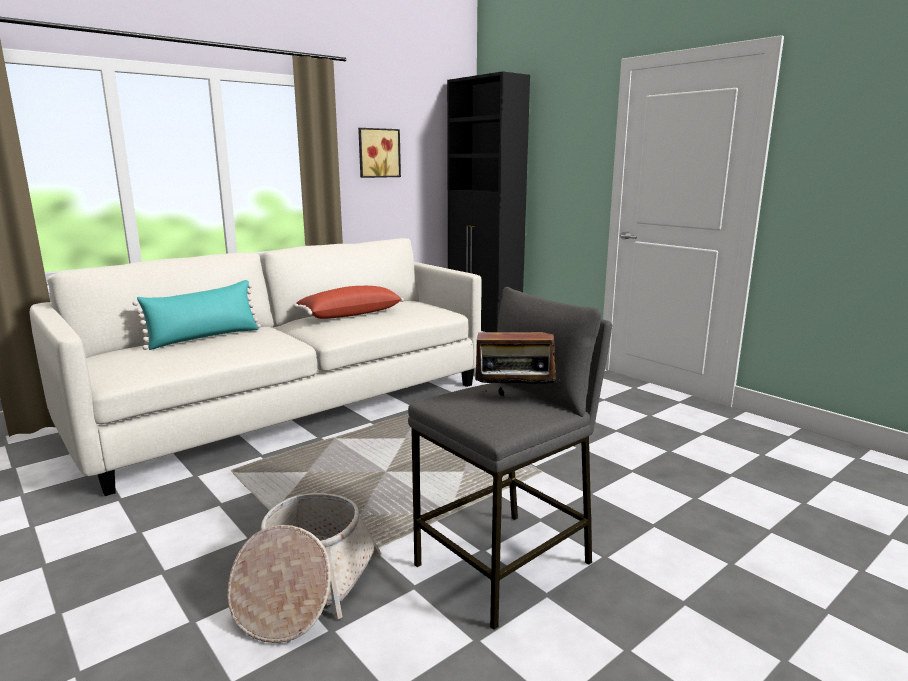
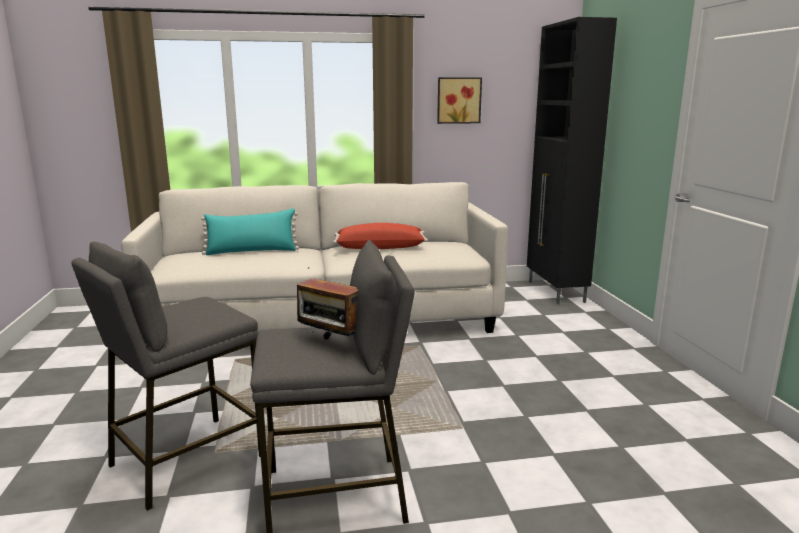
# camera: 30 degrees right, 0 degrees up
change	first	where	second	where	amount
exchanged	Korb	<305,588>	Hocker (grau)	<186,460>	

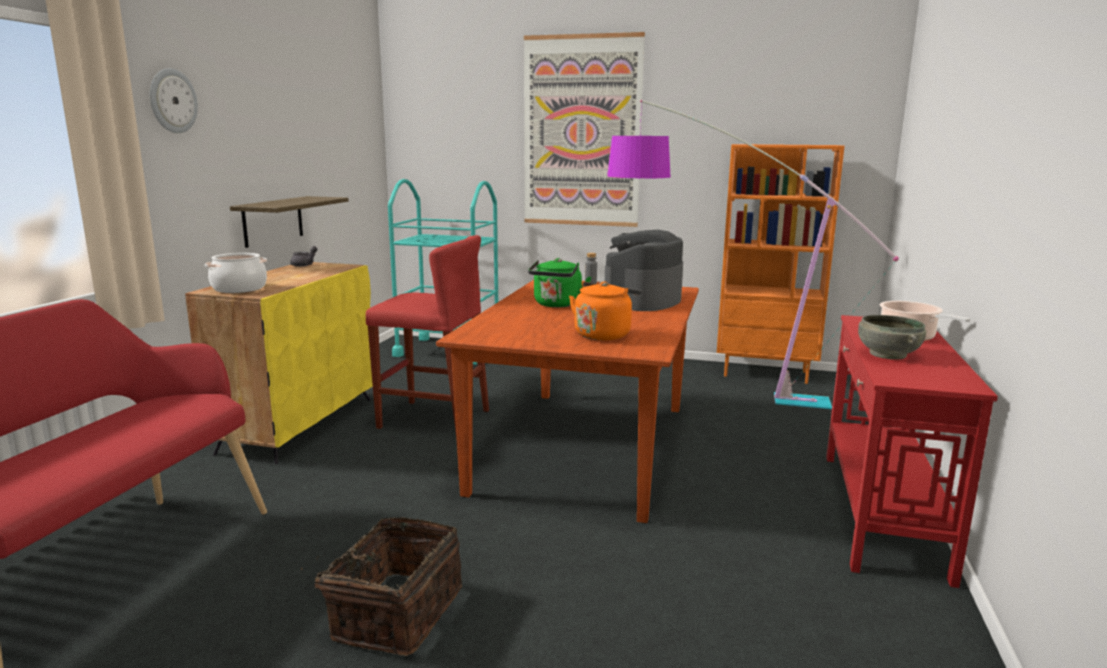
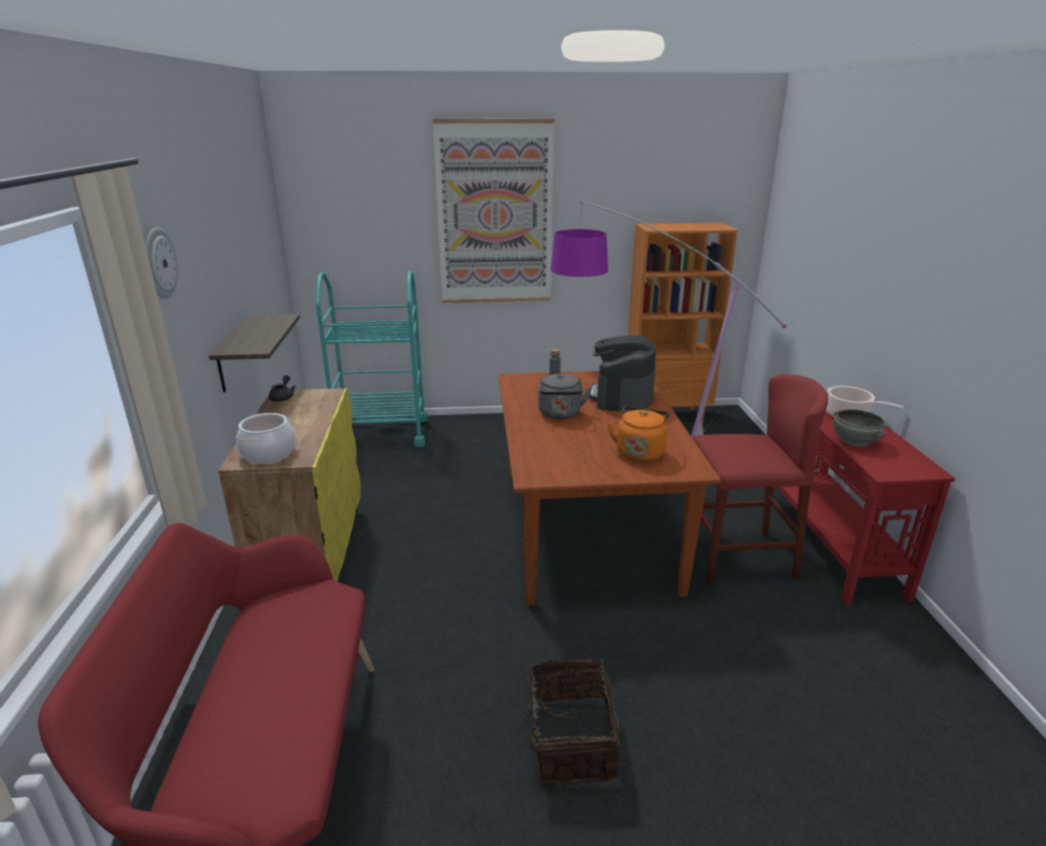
# camera: 20 degrees left, 10 degrees up
change	first	where	second	where	amount
relocated	Hocker (rot)	<433,419>		<738,557>	
colour	Wasserkessel (grün)	<557,305>	Wasserkessel (grau)	<560,414>	

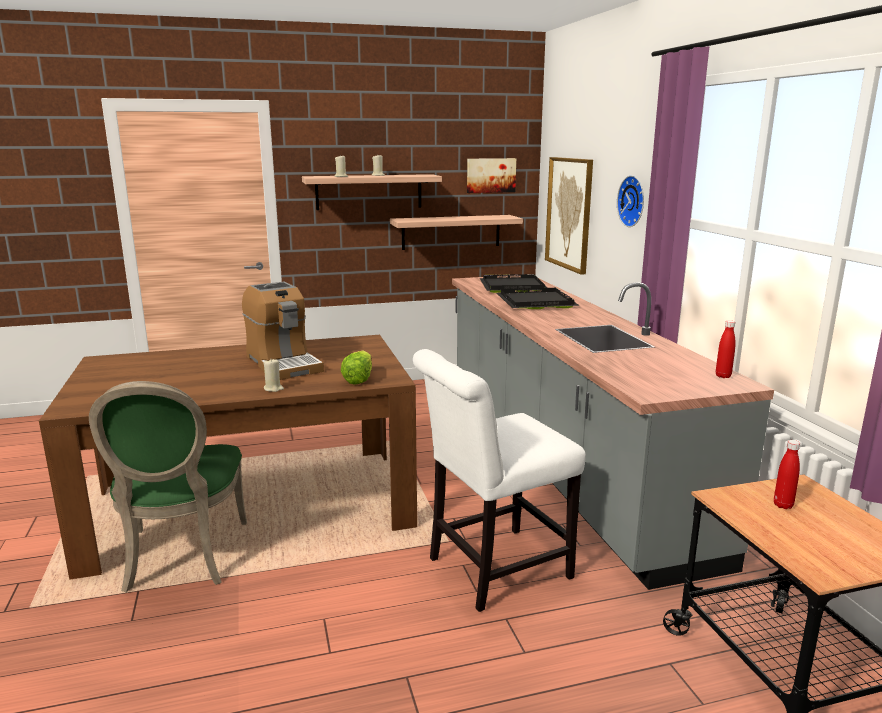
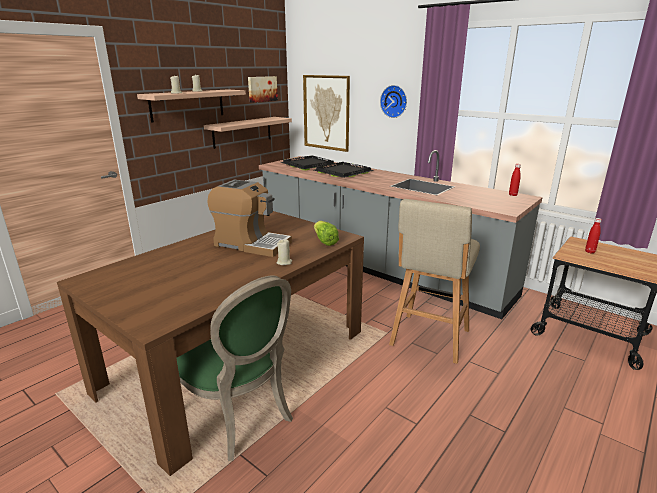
# camera: 35 degrees left, 5 degrees up
change	first	where	second	where	amount
exchanged	Stuhl (weiß)	<492,570>	Hocker (beige)	<429,339>	

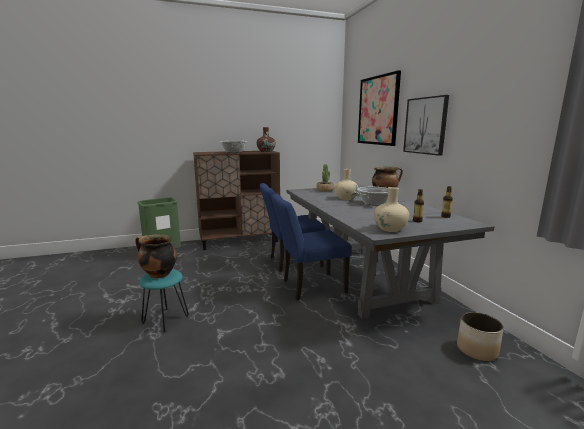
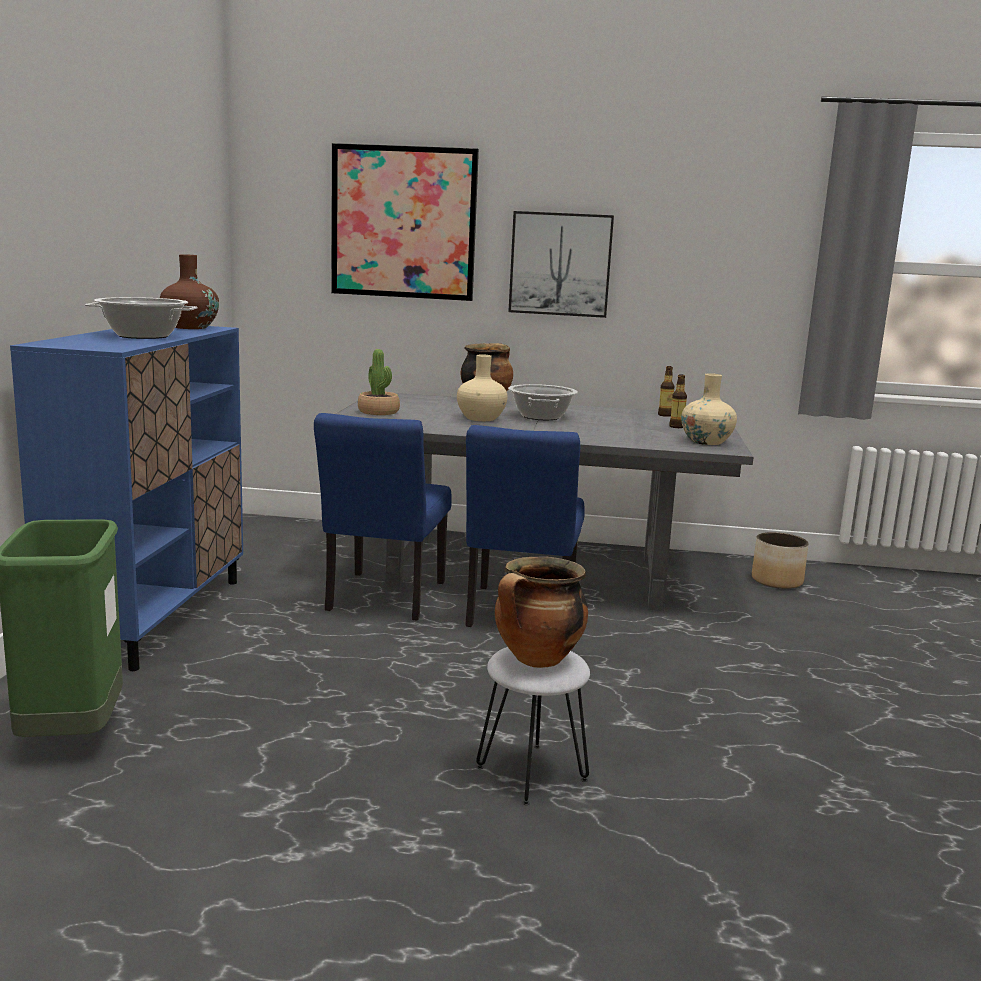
# camera: 65 degrees left, 0 degrees up
change	first	where	second	where	amount
colour	Hocker (türkis)	<166,319>	Hocker (weiß)	<531,773>	
colour	Schrank (braun)	<240,241>	Schrank (blau)	<152,617>	

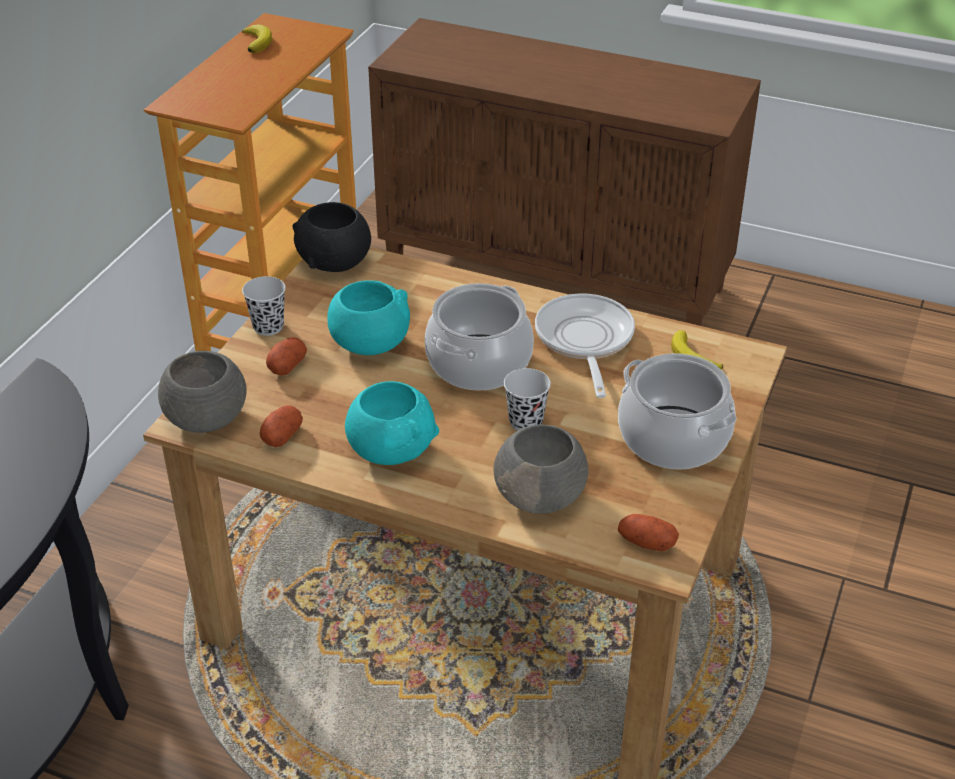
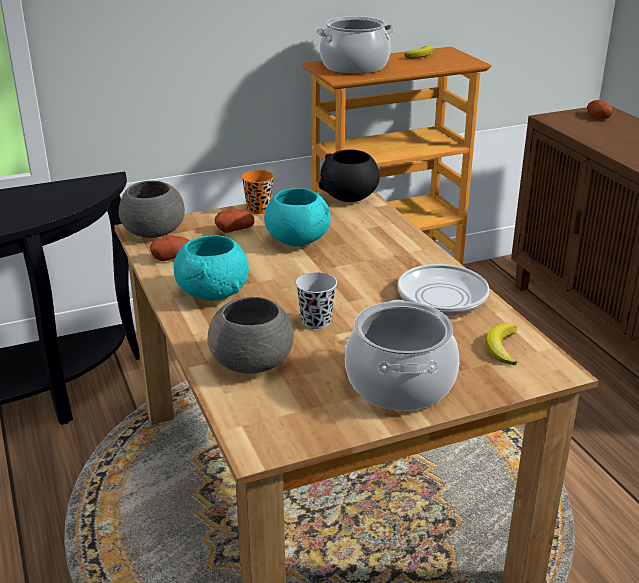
# camera: 45 degrees right, 10 degrees down
change	first	where	second	where	amount
relocated	Kochtopf	<478,363>		<354,66>	
relocated	Kartoffel	<646,542>		<598,117>	
colour	Tasse (schwarz)	<268,327>	Tasse (orange)	<258,209>	

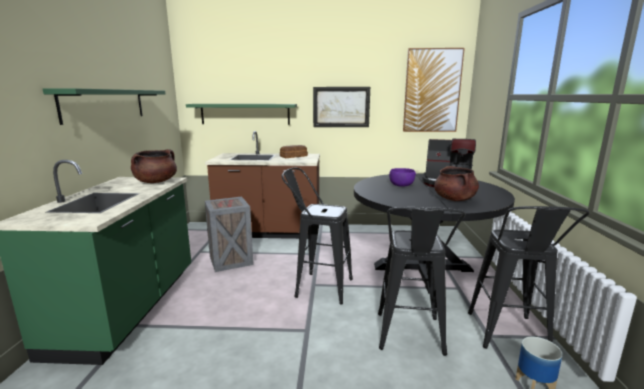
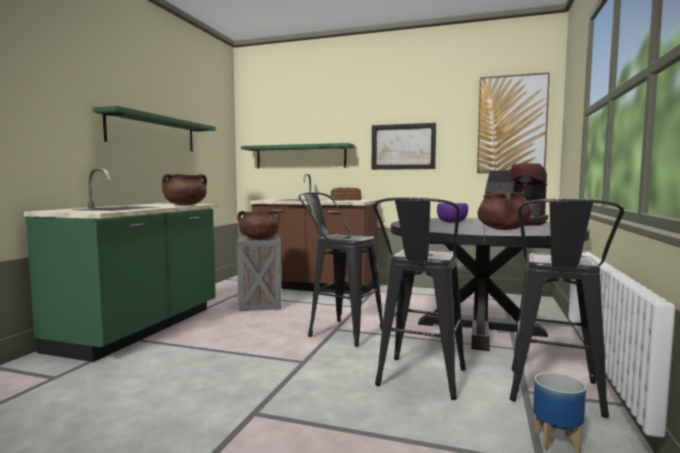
# camera: 15 degrees right, 10 degrees down
change	first	where	second	where	amount
appeared			Kochtopf (braun)	<259,238>	

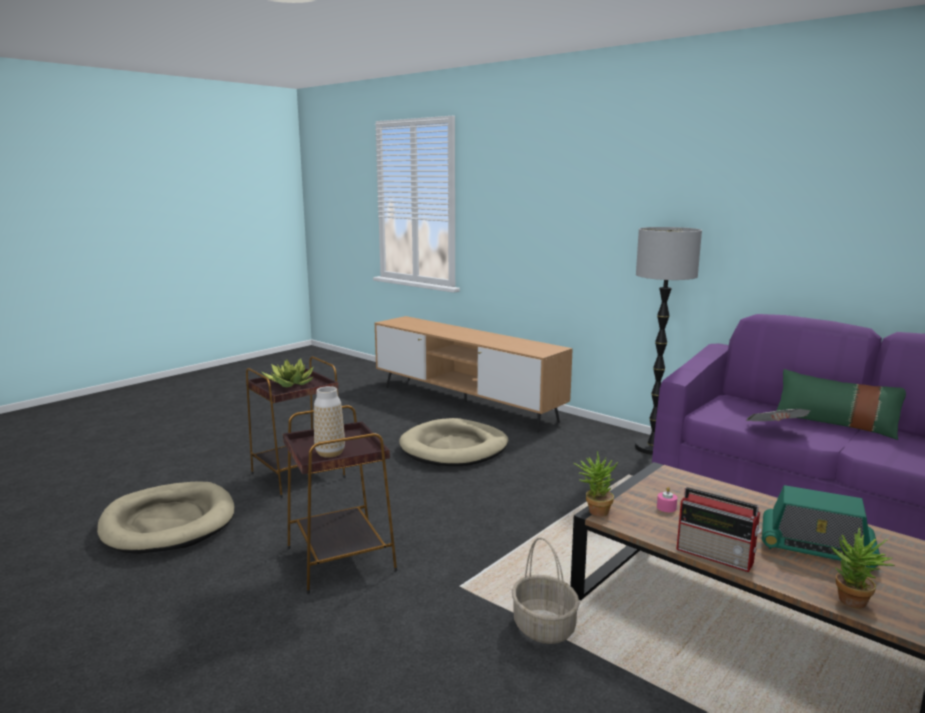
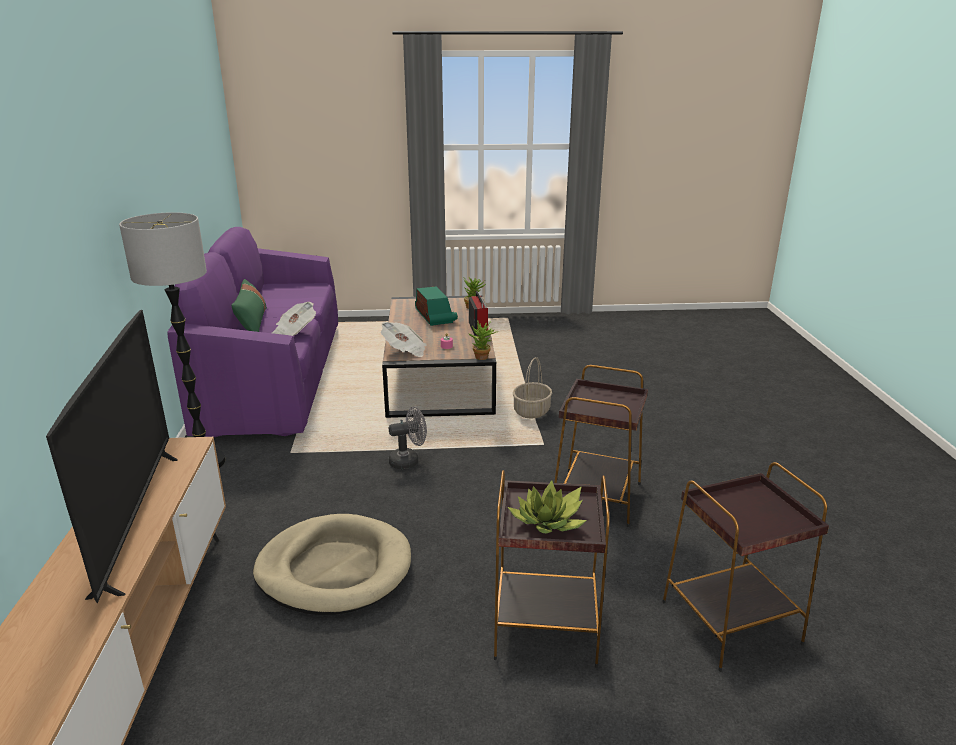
# camera: 135 degrees left, 10 degrees up
change	first	where	second	where	amount
missing	Vase	<330,453>			
appeared			Fernseher	<138,519>	
appeared			Zeitung	<405,350>	
appeared			Ventilator (grau)	<408,460>	
exchanged	Hundebett (beige)	<169,522>	Beistelltisch (braun)	<728,622>	

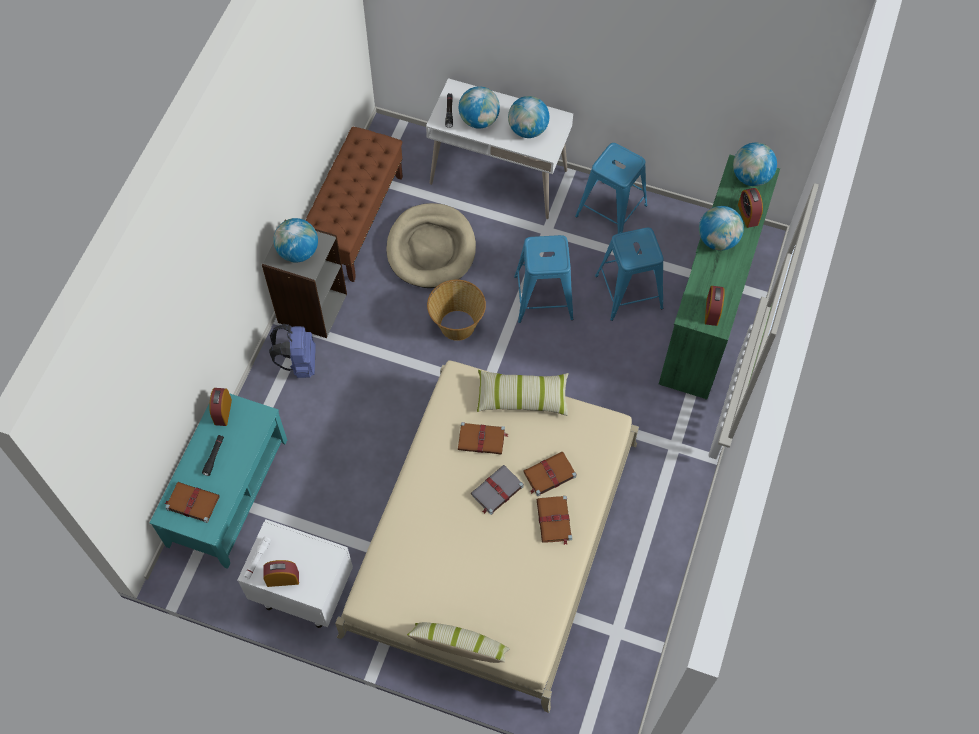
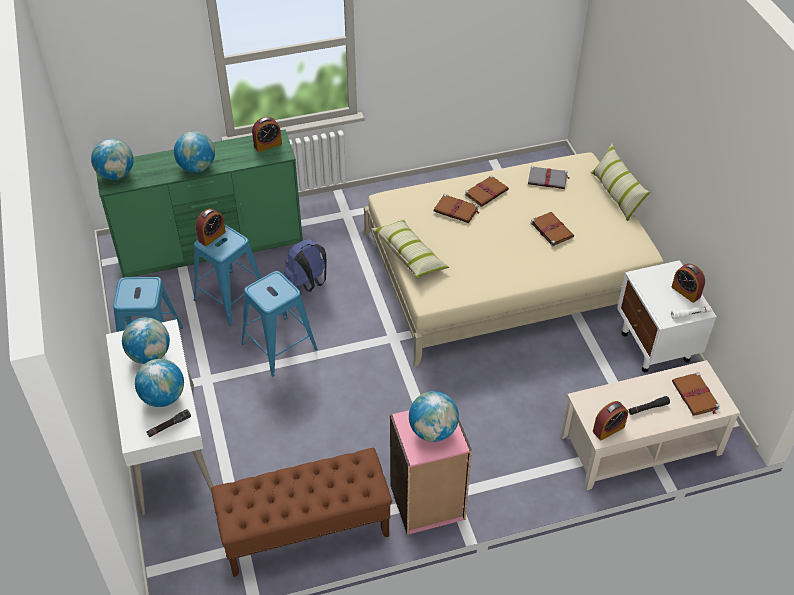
# camera: 125 degrees left, 15 degrees down
change	first	where	second	where	amount
missing	Hundebett (beige)	<431,248>			
missing	Korb	<457,324>			
relocated	Rucksack (blau)	<299,363>		<308,283>	
relocated	Buch (braun)	<482,439>		<551,229>	
relocated	Buch (grau)	<496,491>		<548,179>	
relocated	Wecker	<748,214>		<212,236>	
colour	Couchtisch (türkis)	<228,492>	Couchtisch (beige)	<640,445>	
colour	Bücherregal (grau)	<311,308>	Bücherregal (rosa)	<427,503>	

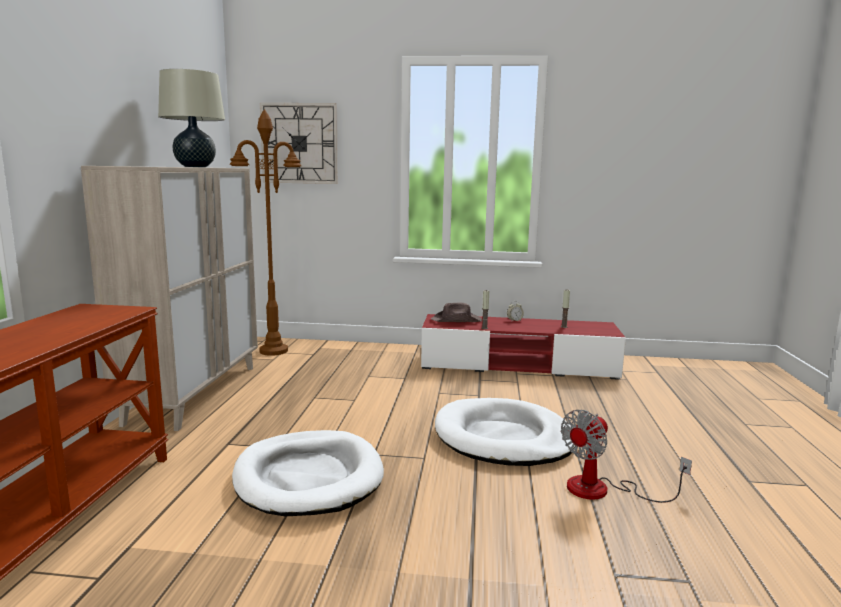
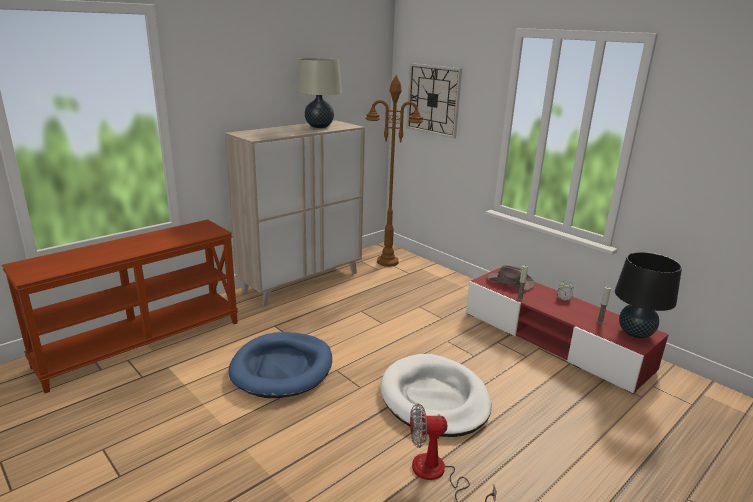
# camera: 40 degrees right, 10 degrees up
change	first	where	second	where	amount
appeared			Tischlampe (schwarz)	<635,333>	
colour	Hundebett (weiß)	<308,477>	Hundebett (blau)	<282,368>	

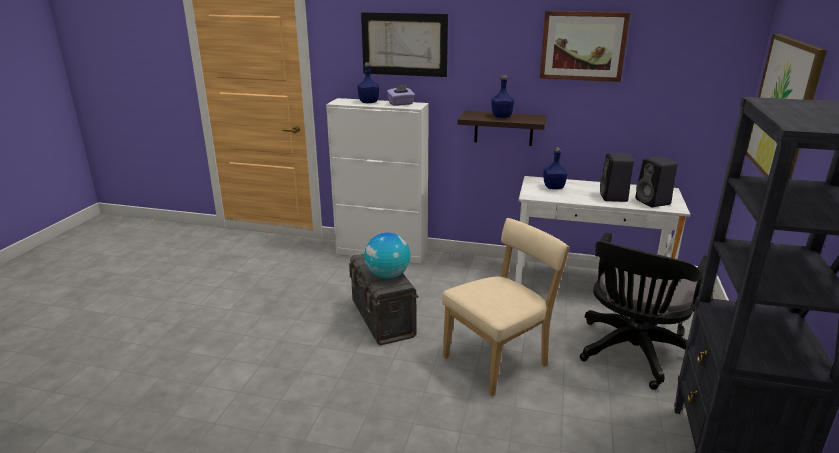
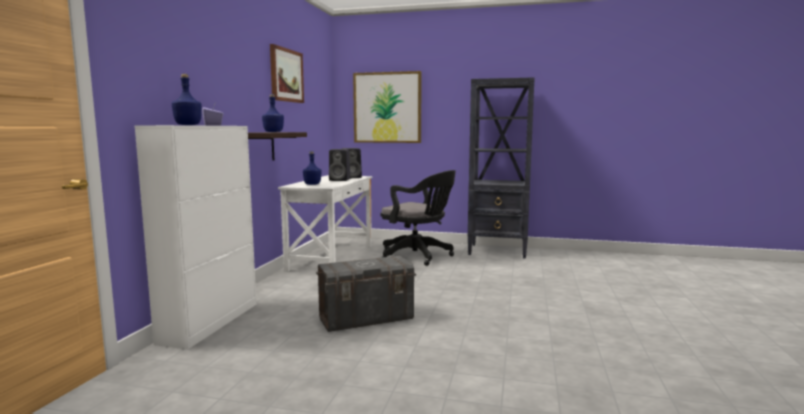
# camera: 90 degrees left, 15 degrees down
change	first	where	second	where	amount
missing	Bild	<404,44>			
missing	Globus	<388,275>			
missing	Stuhl (beige)	<499,360>			

